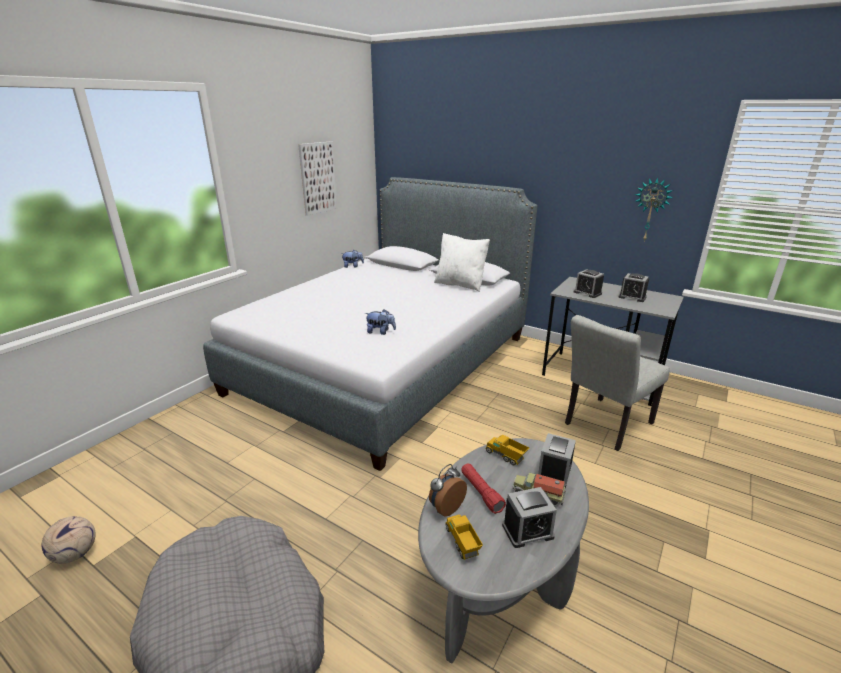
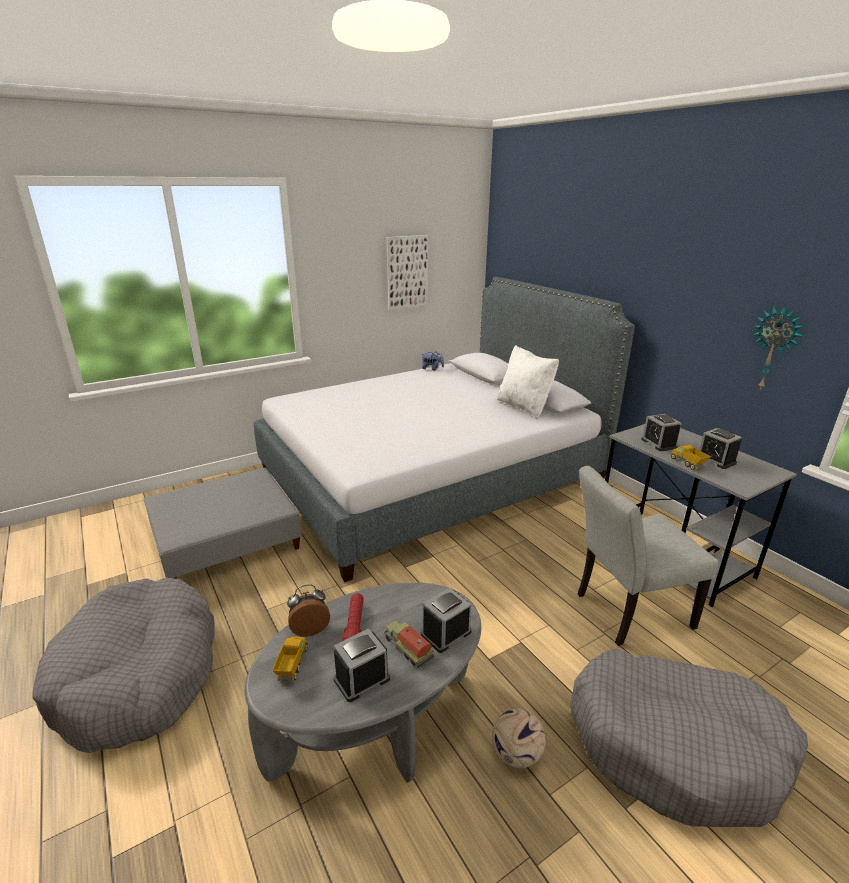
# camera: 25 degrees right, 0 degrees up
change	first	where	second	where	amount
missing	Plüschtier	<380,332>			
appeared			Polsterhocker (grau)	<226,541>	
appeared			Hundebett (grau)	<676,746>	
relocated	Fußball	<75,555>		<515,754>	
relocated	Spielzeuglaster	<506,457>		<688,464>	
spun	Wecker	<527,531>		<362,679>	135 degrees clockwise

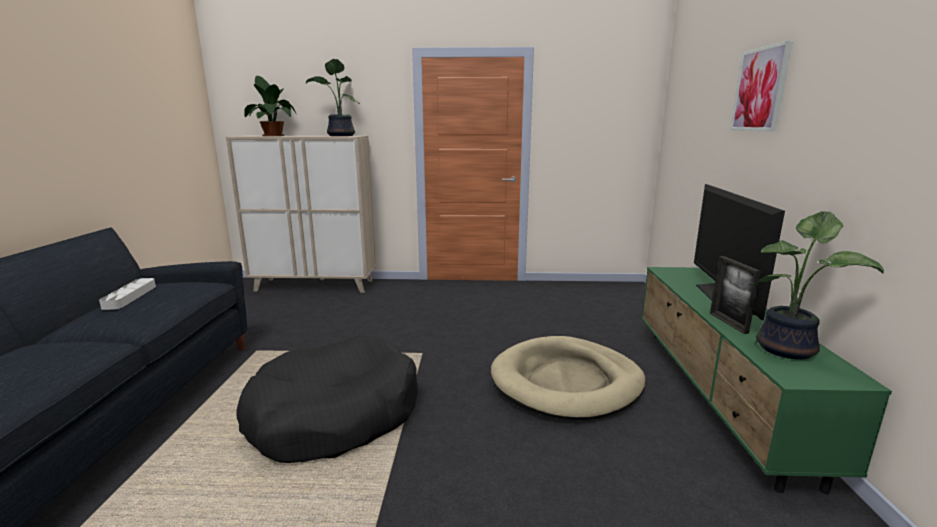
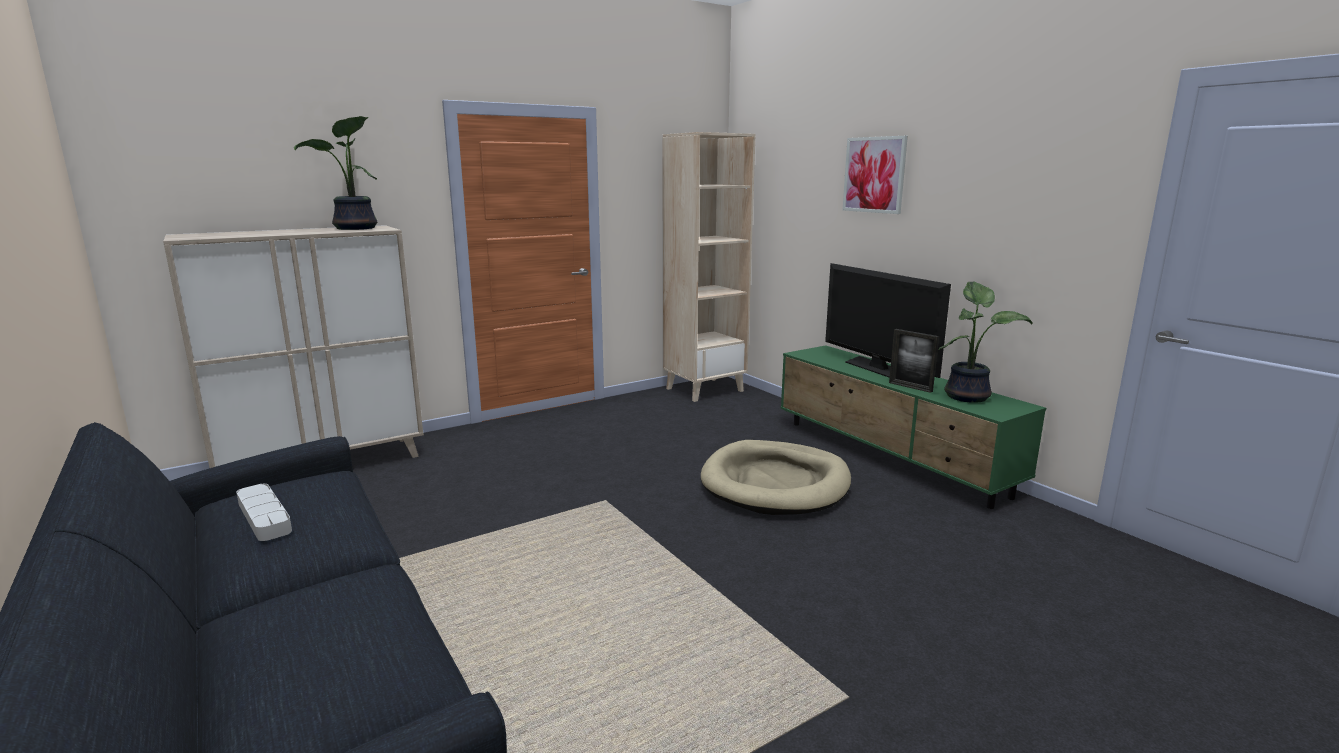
# camera: 35 degrees left, 0 degrees up
change	first	where	second	where	amount
missing	Hundebett (schwarz)	<334,415>			
missing	Topfpflanze	<273,135>			
appeared			Bücherregal (beige)	<704,389>	

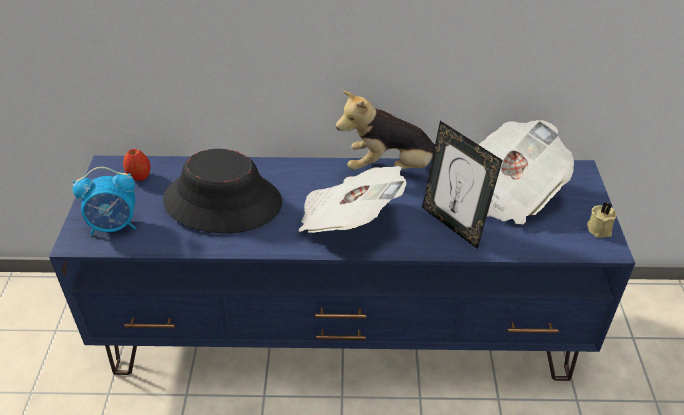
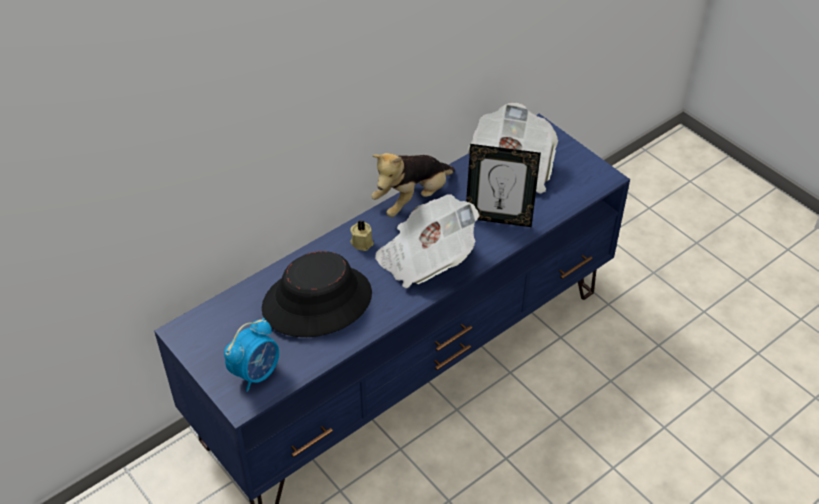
# camera: 40 degrees left, 5 degrees up
change	first	where	second	where	amount
missing	Apfel	<139,177>			
relocated	Kerze (beige)	<600,228>		<362,242>	

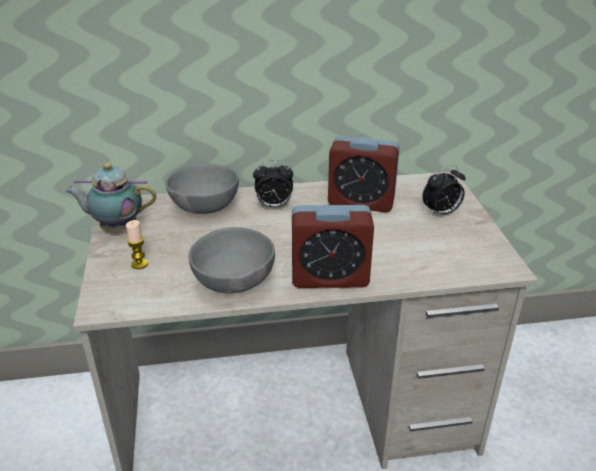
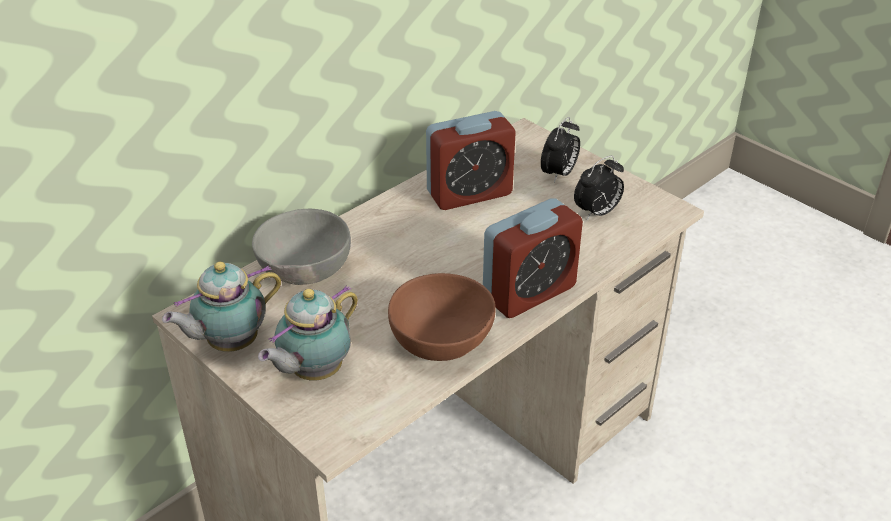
# camera: 35 degrees left, 5 degrees up
change	first	where	second	where	amount
relocated	Wecker	<273,206>		<597,213>	
exchanged	Kerze	<139,264>	Teekanne	<313,372>	
colour	Schüssel (grau)	<234,283>	Schüssel (braun)	<443,344>	

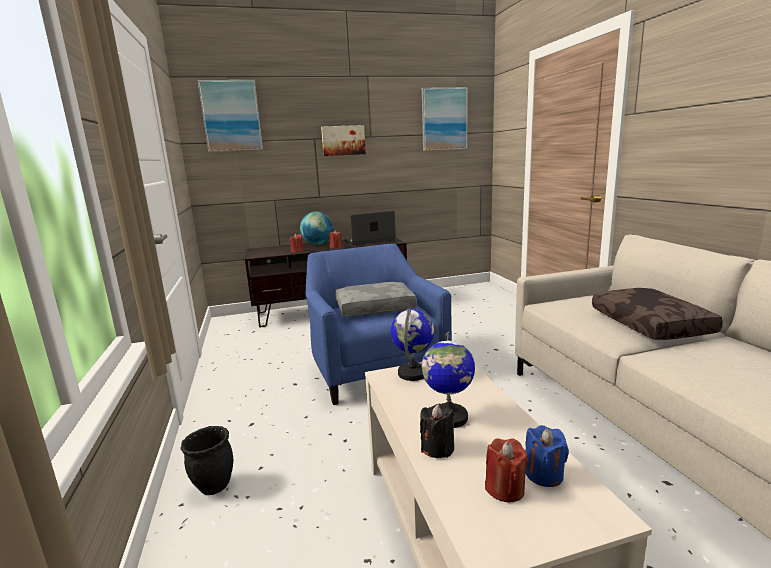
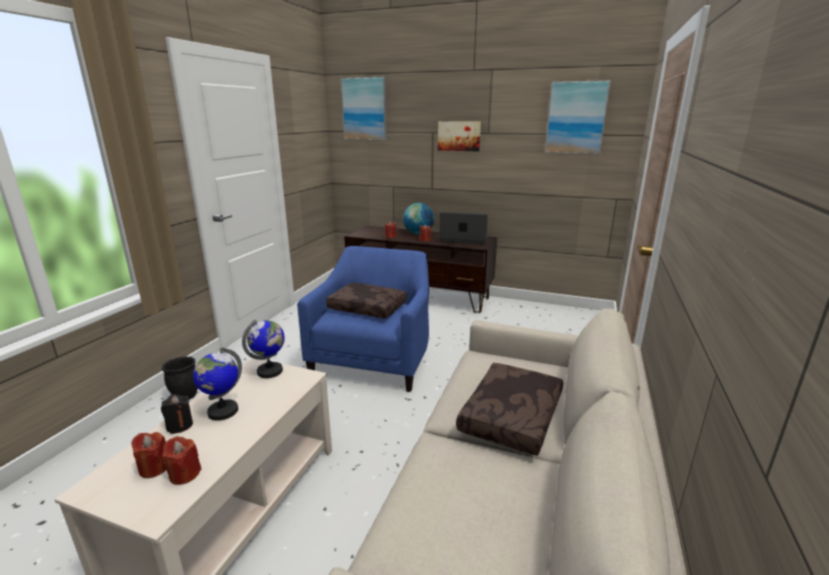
# camera: 35 degrees right, 5 degrees up
change	first	where	second	where	amount
colour	Kissen (grau)	<375,307>	Kissen (braun)	<368,308>	
colour	Kerze (blau)	<543,474>	Kerze (rot)	<184,474>	

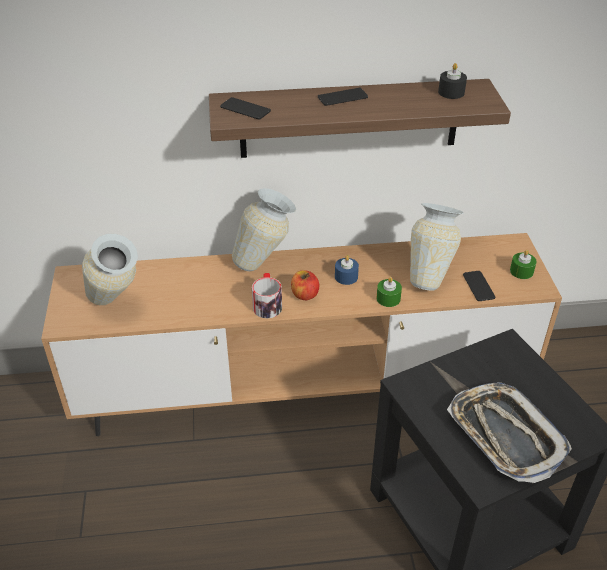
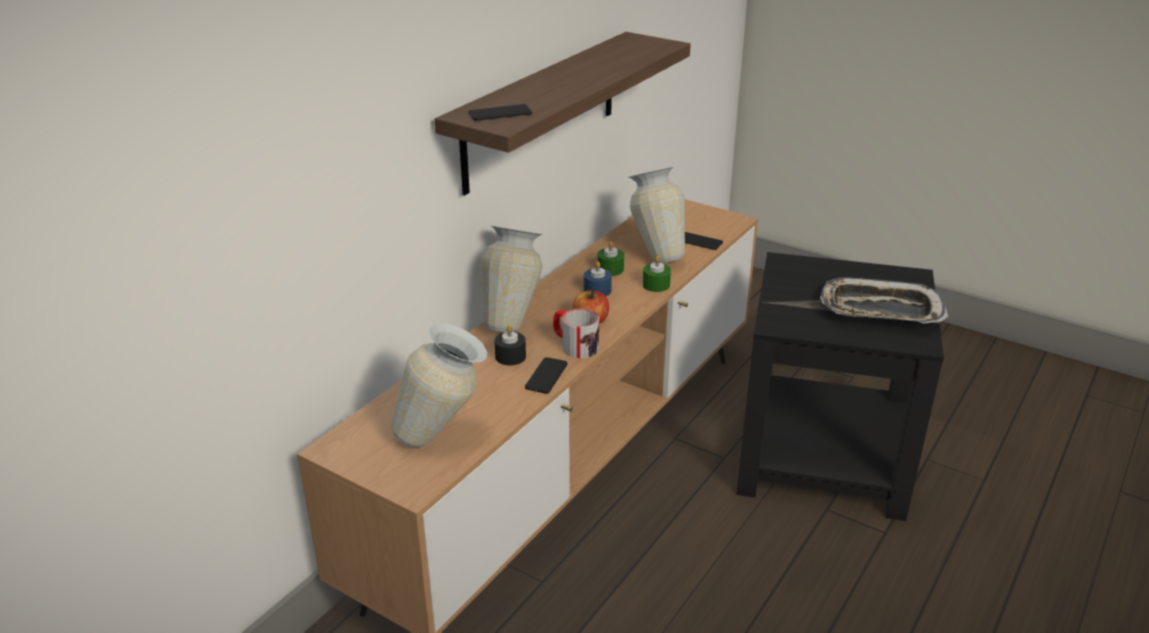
# camera: 50 degrees left, 10 degrees down
change	first	where	second	where	amount
relocated	Handy	<342,97>		<546,376>	
relocated	Kerze (schwarz)	<451,92>		<510,356>	
relocated	Kerze (grün)	<521,271>		<610,269>	

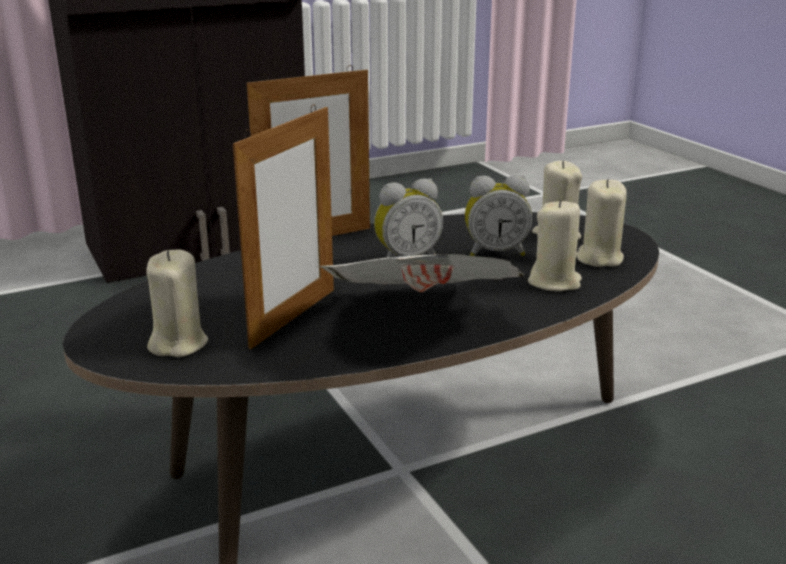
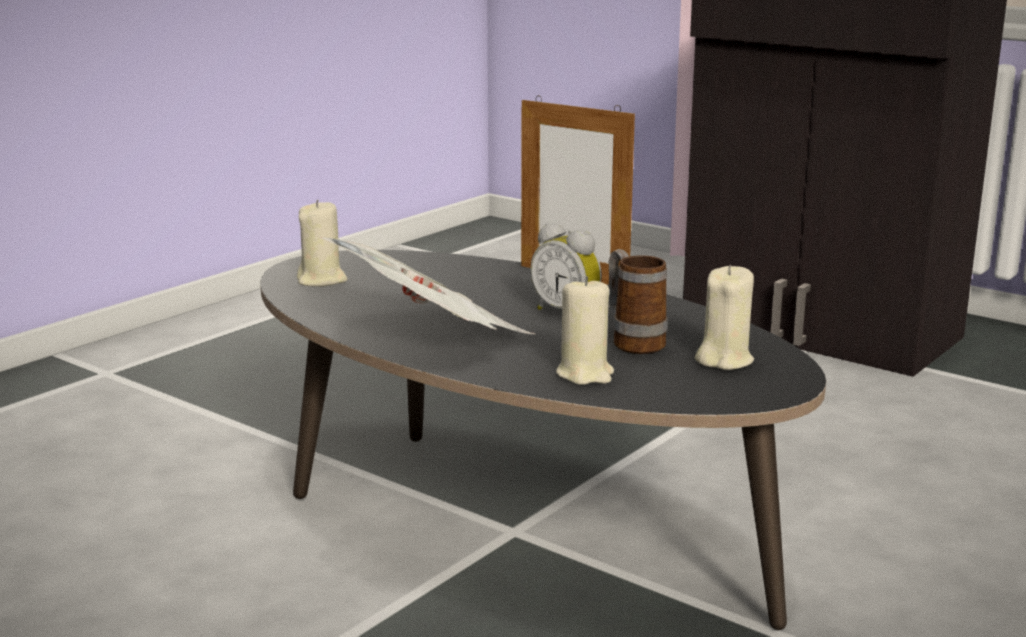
# camera: 65 degrees right, 5 degrees down
change	first	where	second	where	amount
missing	Bilderrahmen	<293,317>			
missing	Kerze (beige)	<599,258>			
exchanged	Wecker	<495,252>	Henkelbecher	<633,341>	

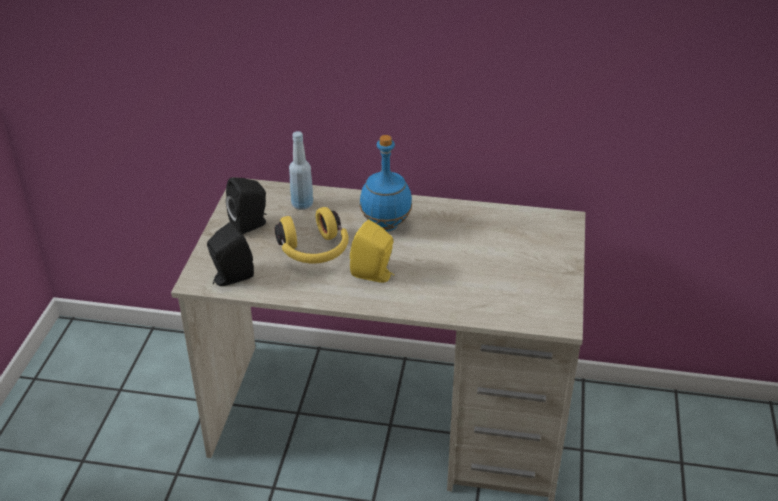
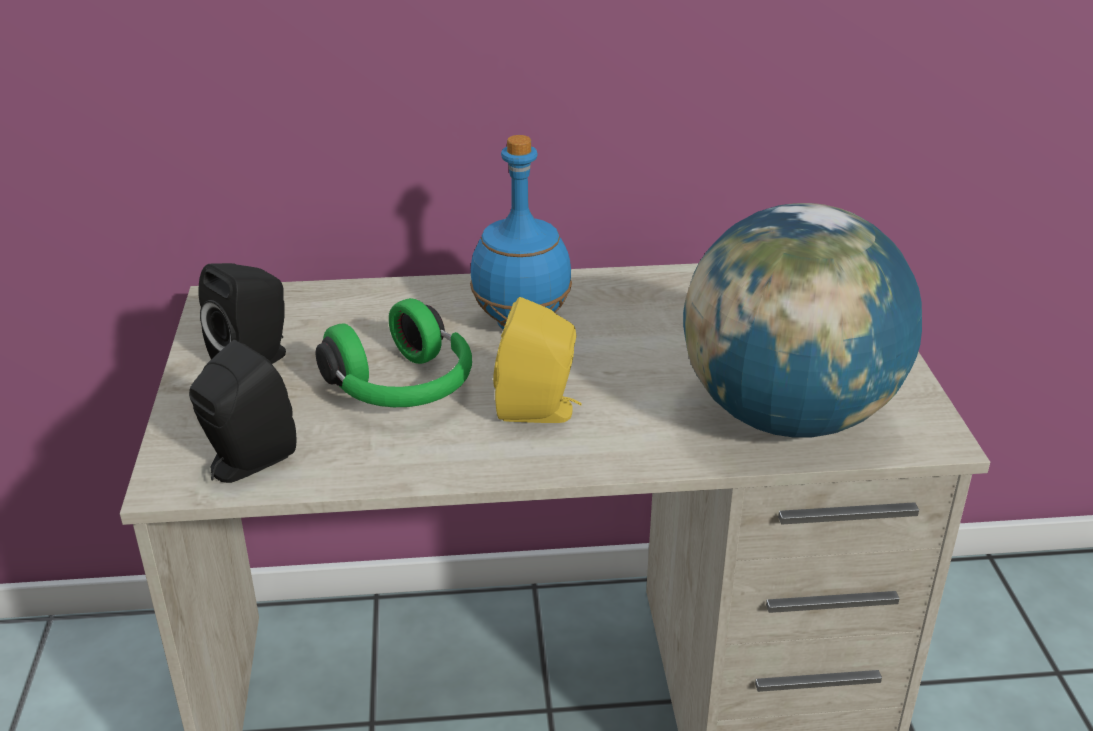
# camera: 15 degrees left, 5 degrees down
change	first	where	second	where	amount
missing	Flasche (blau)	<302,204>			
appeared			Globus	<787,416>	
colour	Kopfhörer (gelb)	<314,251>	Kopfhörer (grün)	<403,388>	

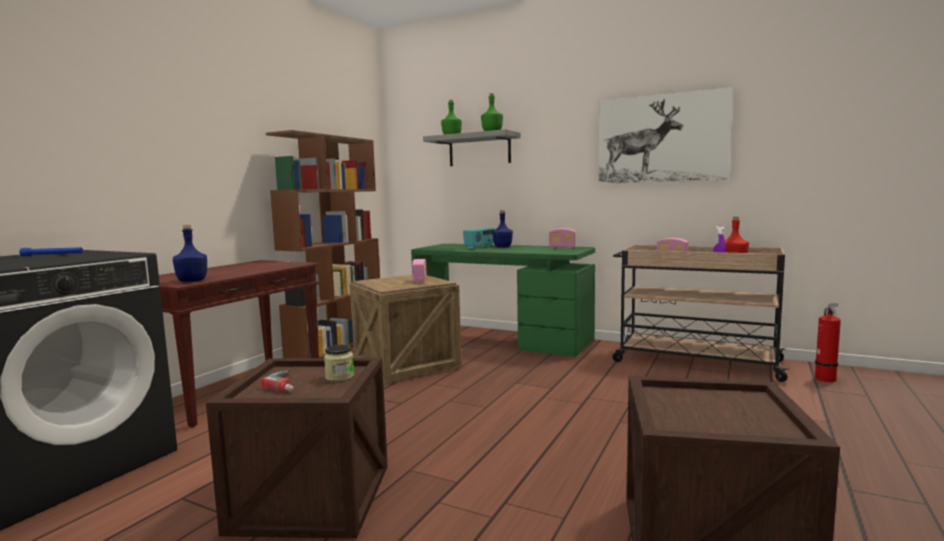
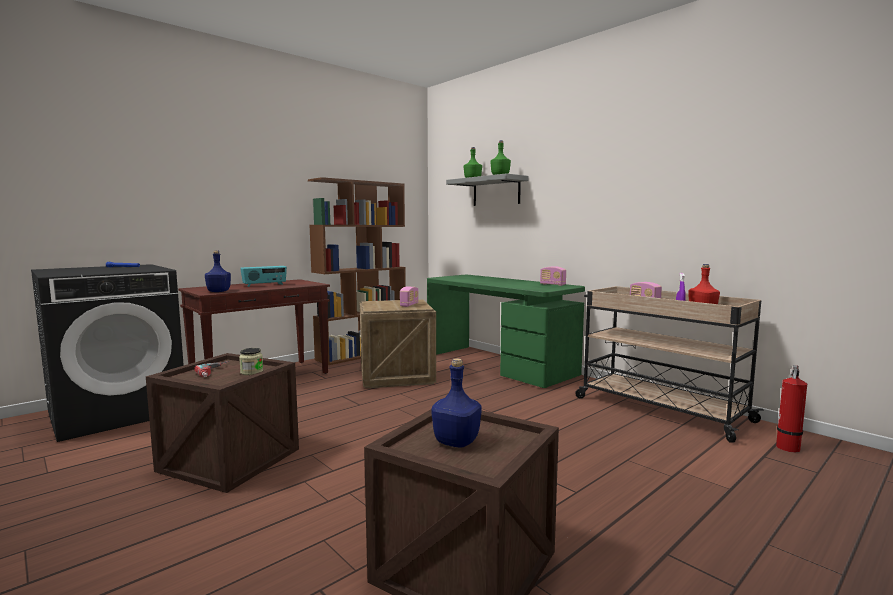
# camera: 20 degrees right, 0 degrees up
change	first	where	second	where	amount
missing	Bild	<661,138>			
relocated	Radio	<480,247>		<264,285>	
relocated	Flasche (blau)	<503,247>		<456,442>	

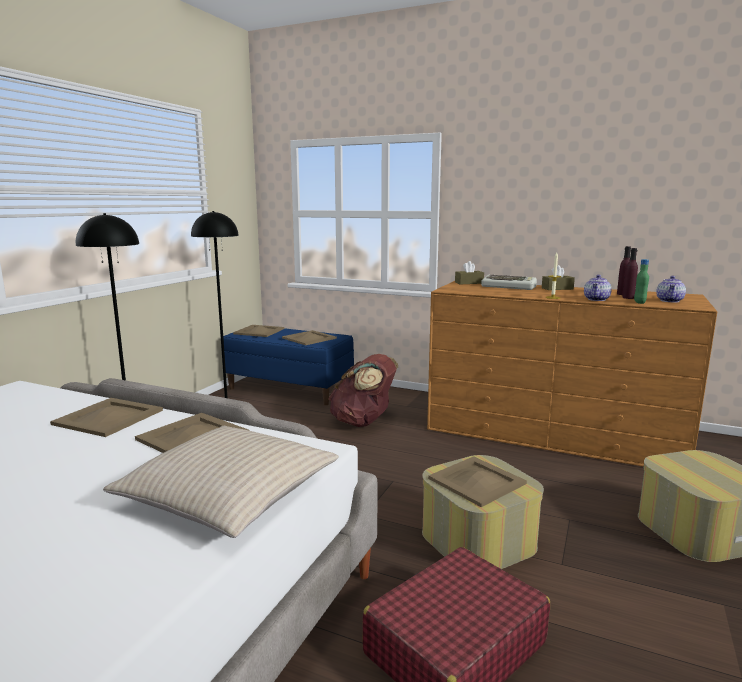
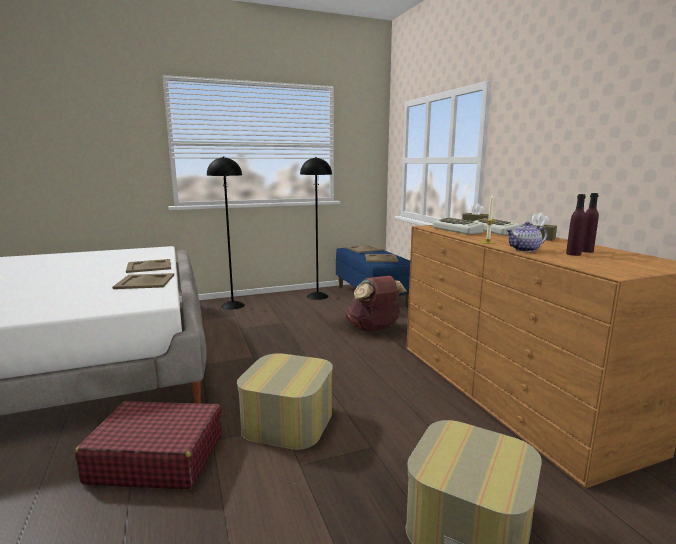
# camera: 45 degrees right, 0 degrees up
change	first	where	second	where	amount
missing	Kissen (beige)	<229,495>			
missing	Tablett (beige)	<476,481>			
missing	Flasche (grün)	<639,302>			
missing	Teekanne	<670,301>			
appeared			Tastatur	<458,230>	

